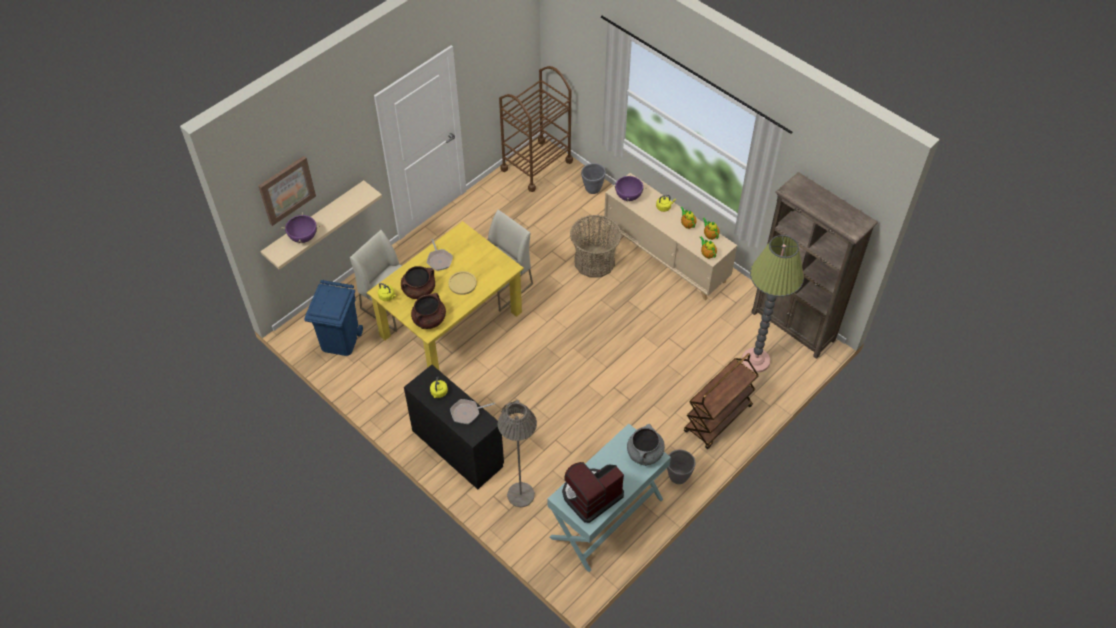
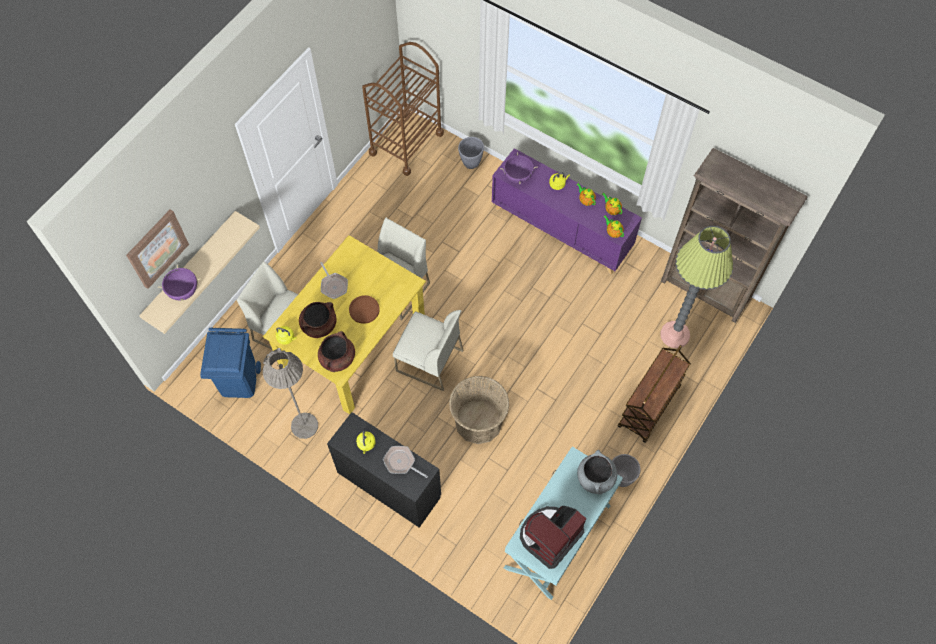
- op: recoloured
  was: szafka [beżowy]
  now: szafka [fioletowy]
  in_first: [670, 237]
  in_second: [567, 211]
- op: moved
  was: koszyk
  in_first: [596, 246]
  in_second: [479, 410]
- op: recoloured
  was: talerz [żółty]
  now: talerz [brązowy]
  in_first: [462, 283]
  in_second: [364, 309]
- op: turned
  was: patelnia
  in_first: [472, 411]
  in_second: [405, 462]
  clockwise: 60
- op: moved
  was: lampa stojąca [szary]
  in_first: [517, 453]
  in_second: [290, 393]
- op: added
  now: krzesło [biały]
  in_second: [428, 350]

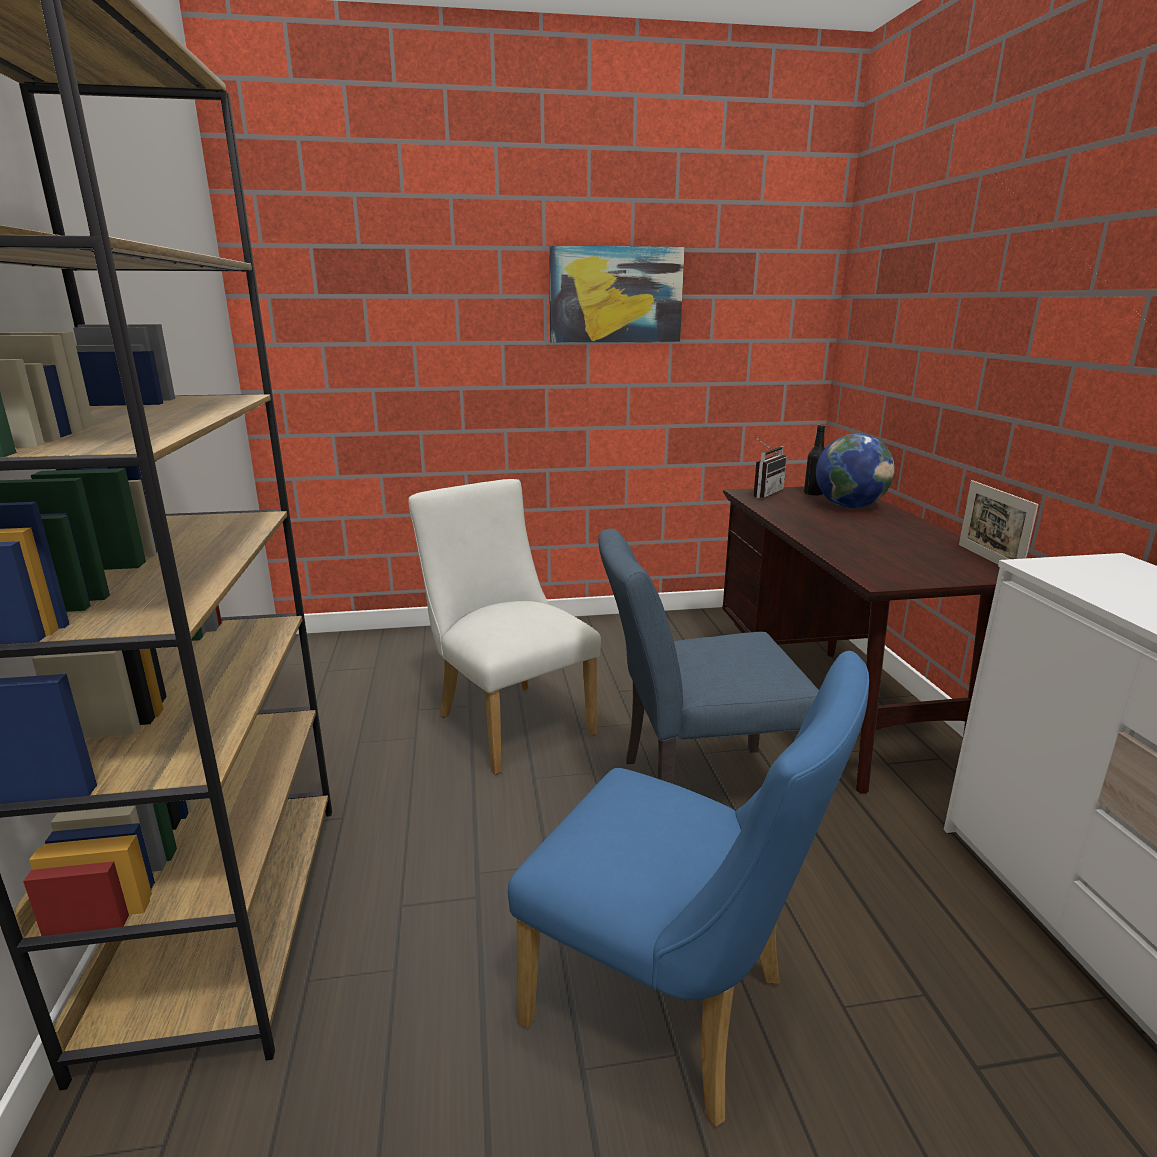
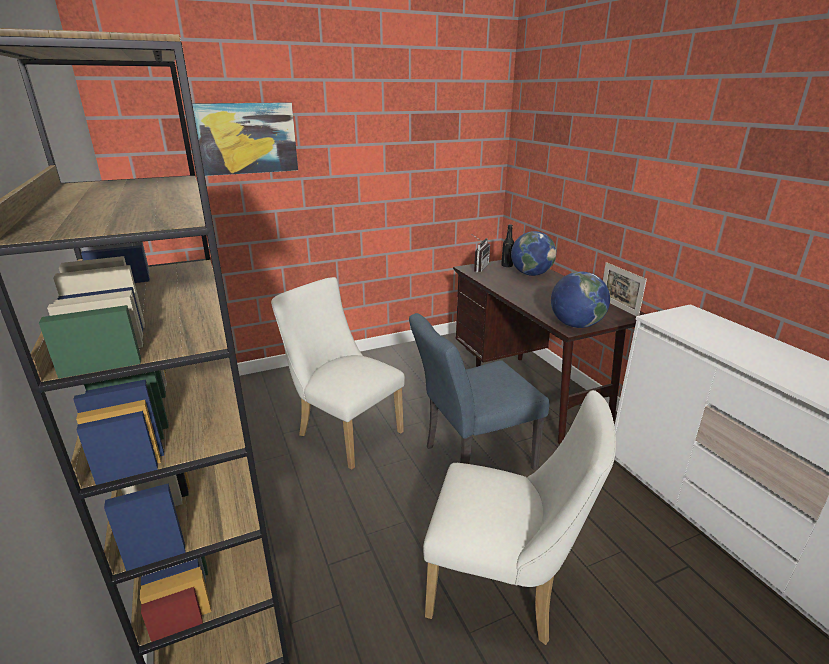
- op: moved
  was: obraz
  in_first: [617, 294]
  in_second: [245, 139]
- op: recoloured
  was: krzesło [niebieski]
  now: krzesło [biały]
  in_first: [688, 889]
  in_second: [519, 517]
- op: added
  now: globus
  in_second: [580, 299]

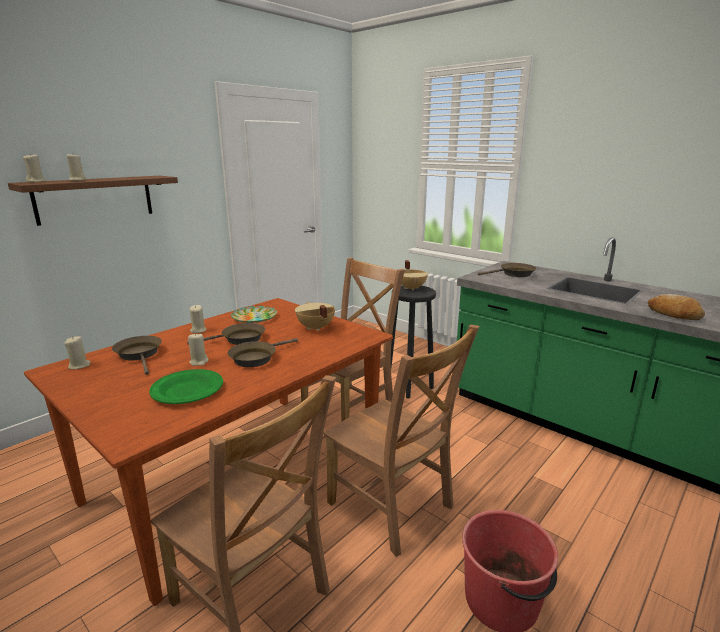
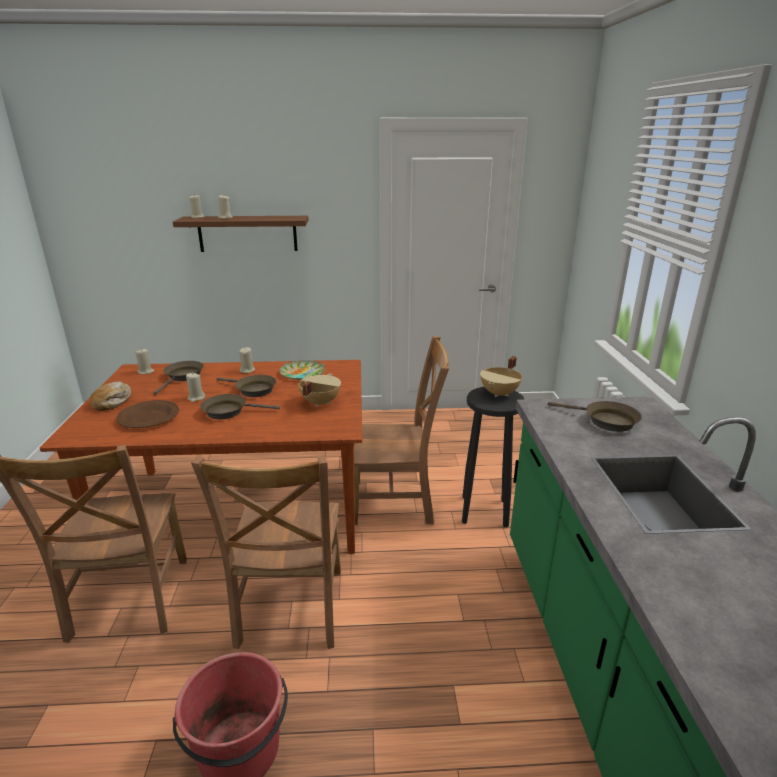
- op: moved
  was: chleb
  in_first: [676, 307]
  in_second: [110, 396]
- op: recoloured
  was: talerz [zielony]
  now: talerz [brązowy]
  in_first: [186, 386]
  in_second: [147, 414]

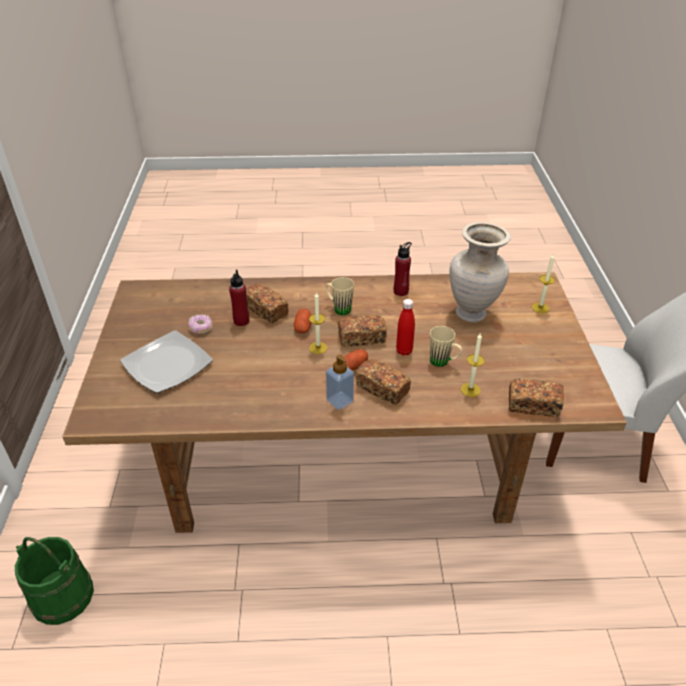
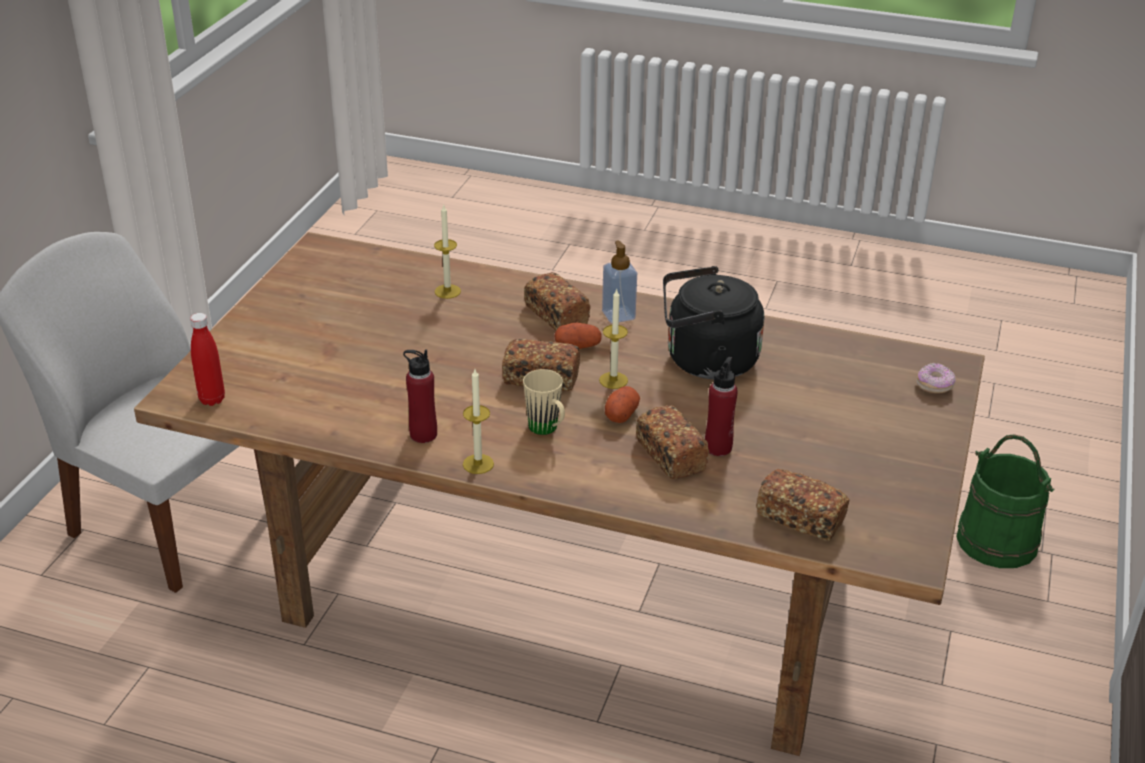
- op: removed
  was: wazon [beżowy]
  in_first: [480, 272]
- op: moved
  was: świeca
  in_first: [543, 283]
  in_second: [478, 421]
- op: moved
  was: butelka [czerwony]
  in_first: [405, 327]
  in_second: [207, 359]
- op: moved
  was: donut
  in_first: [201, 324]
  in_second: [936, 378]
- op: removed
  was: kubek [beżowy]
  in_first: [446, 346]
- op: removed
  was: talerz
  in_first: [166, 362]
- op: moved
  was: chleb
  in_first: [536, 398]
  in_second: [803, 505]
- op: added
  now: czajnik [czarny]
  in_second: [713, 323]

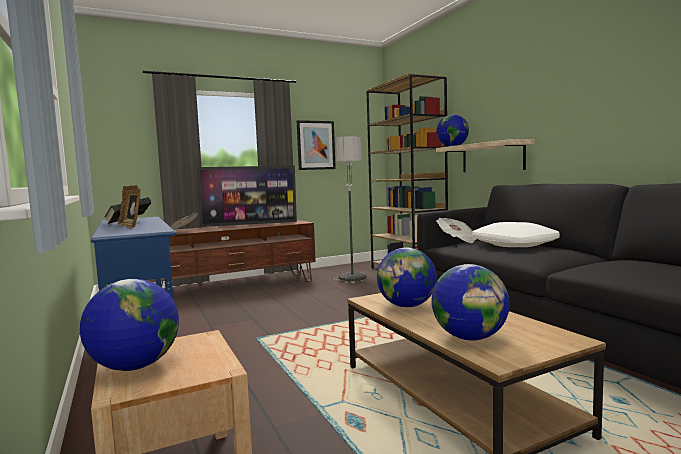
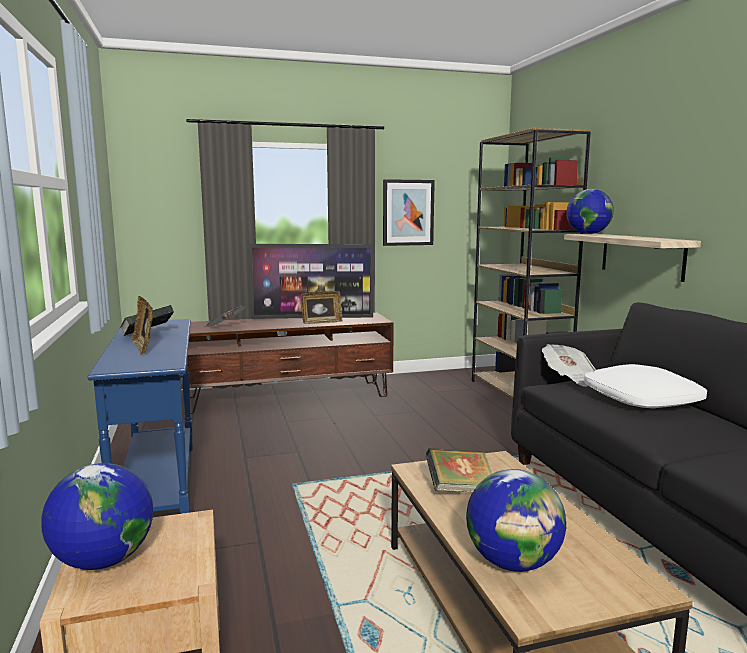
- op: removed
  was: lampa stojąca
  in_first: [350, 209]
- op: replaced
  was: globus
  now: książka
  in_first: [407, 277]
  in_second: [459, 470]
- op: added
  now: ramka na zdjęcie
  in_second: [322, 307]

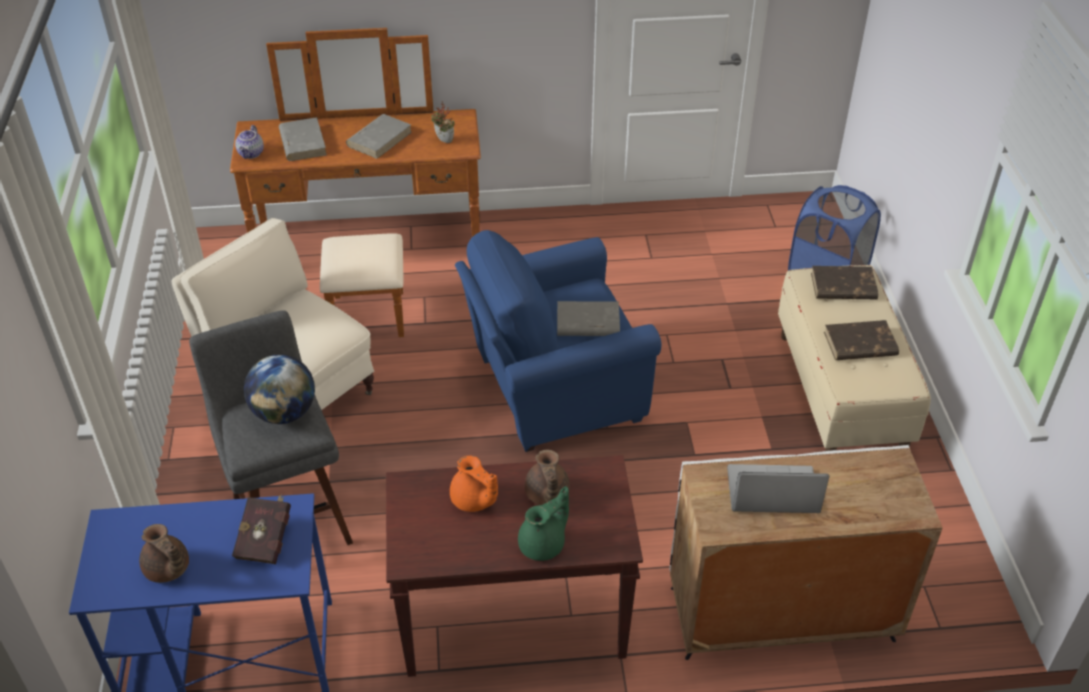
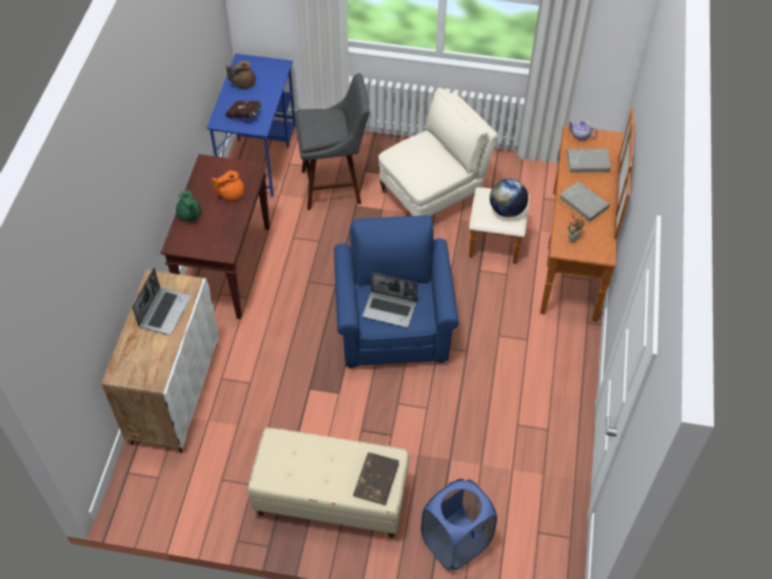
- op: replaced
  was: książka [szary]
  now: laptop
  in_first: [588, 318]
  in_second: [390, 300]
- op: removed
  was: książka [brązowy]
  in_first: [861, 340]
- op: moved
  was: globus
  in_first: [279, 389]
  in_second: [509, 198]
- op: removed
  was: imbryk [brązowy]
  in_first: [547, 477]

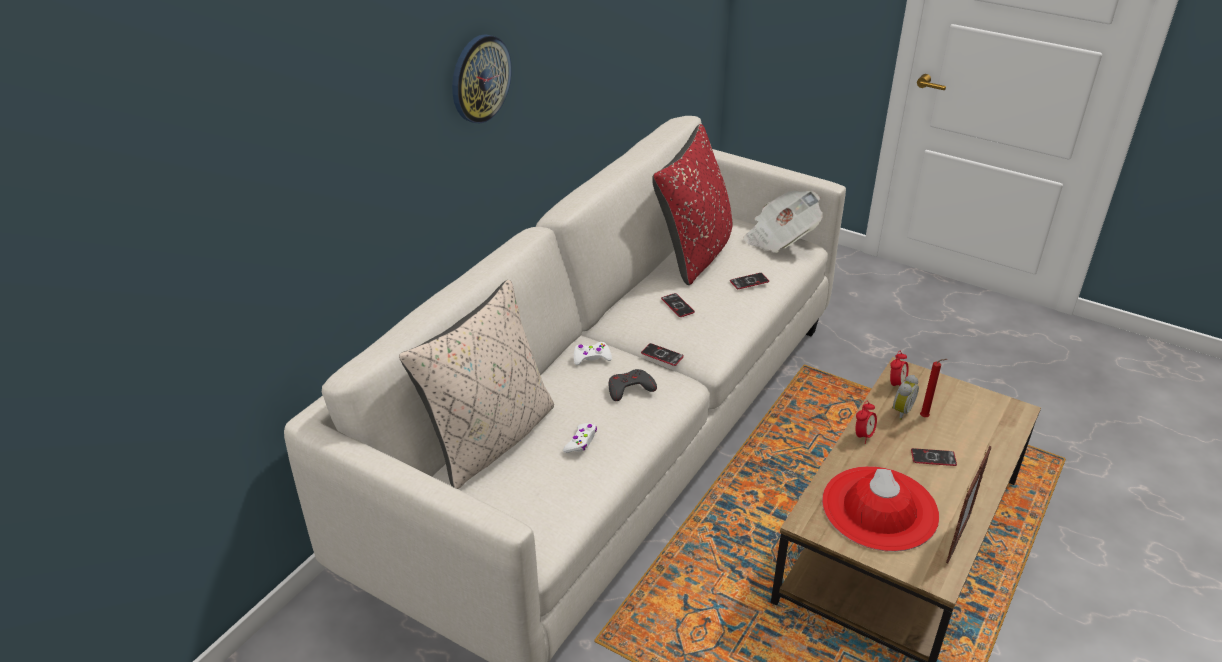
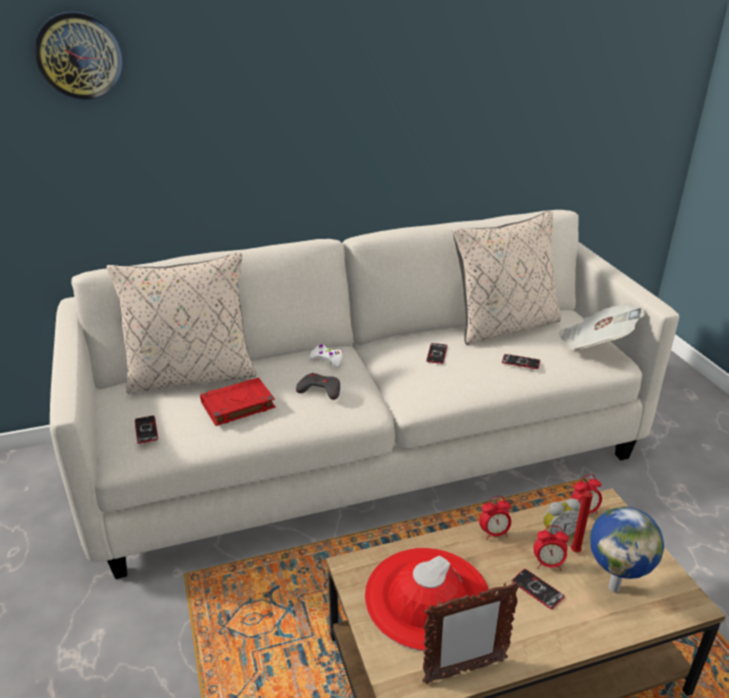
- op: moved
  was: zegar ścienny
  in_first: [482, 78]
  in_second: [78, 55]
- op: recoloured
  was: poduszka [czerwony]
  now: poduszka [beżowy]
  in_first: [692, 204]
  in_second: [507, 278]
- op: moved
  was: telefon
  in_first: [662, 354]
  in_second: [146, 429]
- op: replaced
  was: pad do gier [biały]
  now: książka [czerwony]
  in_first: [580, 438]
  in_second: [237, 401]
- op: added
  now: globus
  in_second: [627, 549]
- op: added
  now: budzik
  in_second: [551, 548]

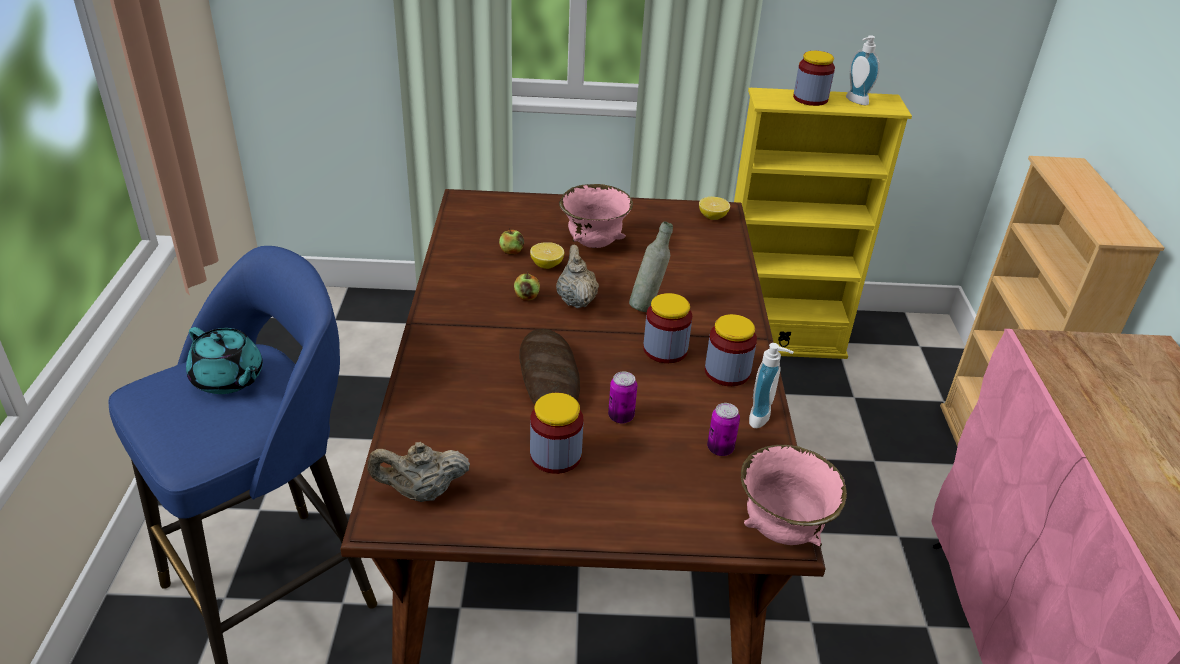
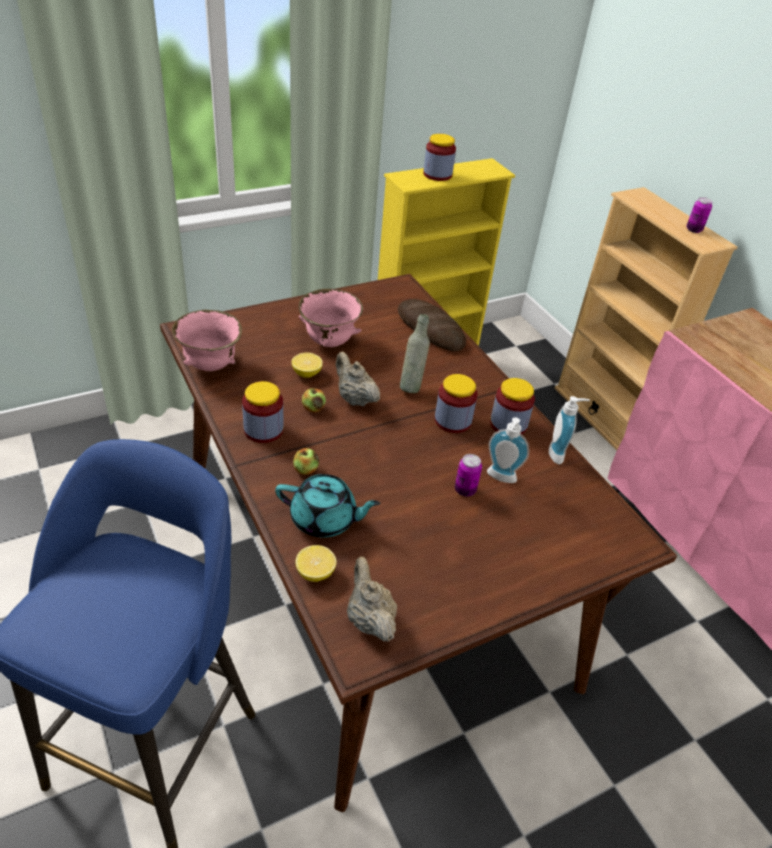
- op: moved
  was: dozownik mydła
  in_first: [863, 70]
  in_second: [508, 450]
- op: moved
  was: cytryna
  in_first: [714, 208]
  in_second: [316, 563]
- op: moved
  was: jabłko
  in_first: [511, 241]
  in_second: [306, 461]
- op: moved
  was: imbryk [turkusowy]
  in_first: [224, 360]
  in_second: [328, 506]
- op: moved
  was: chleb
  in_first: [549, 367]
  in_second: [432, 325]
- op: moved
  was: słoik
  in_first: [556, 433]
  in_second: [263, 412]
- op: moved
  was: puszka
  in_first: [723, 429]
  in_second: [699, 215]
- op: turned
  was: imbryk [beżowy]
  in_first: [419, 472]
  in_second: [372, 599]
  clockwise: 105
- op: moved
  was: miska [różowy]
  in_first: [794, 495]
  in_second: [207, 340]

